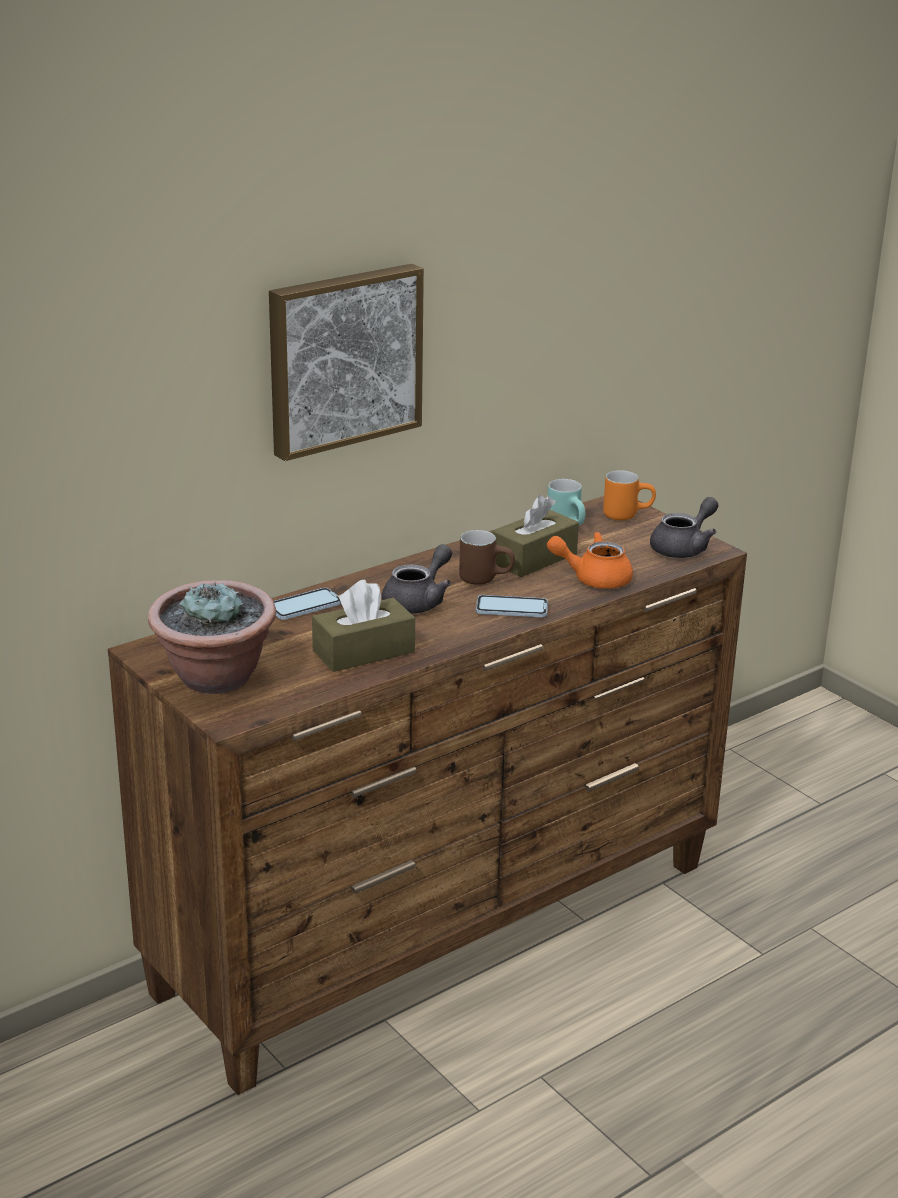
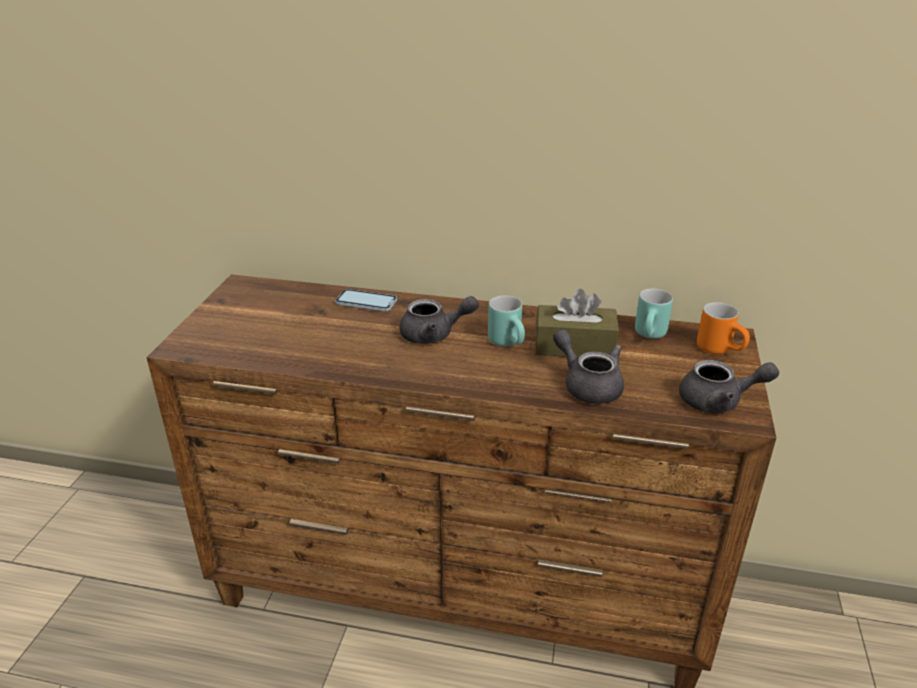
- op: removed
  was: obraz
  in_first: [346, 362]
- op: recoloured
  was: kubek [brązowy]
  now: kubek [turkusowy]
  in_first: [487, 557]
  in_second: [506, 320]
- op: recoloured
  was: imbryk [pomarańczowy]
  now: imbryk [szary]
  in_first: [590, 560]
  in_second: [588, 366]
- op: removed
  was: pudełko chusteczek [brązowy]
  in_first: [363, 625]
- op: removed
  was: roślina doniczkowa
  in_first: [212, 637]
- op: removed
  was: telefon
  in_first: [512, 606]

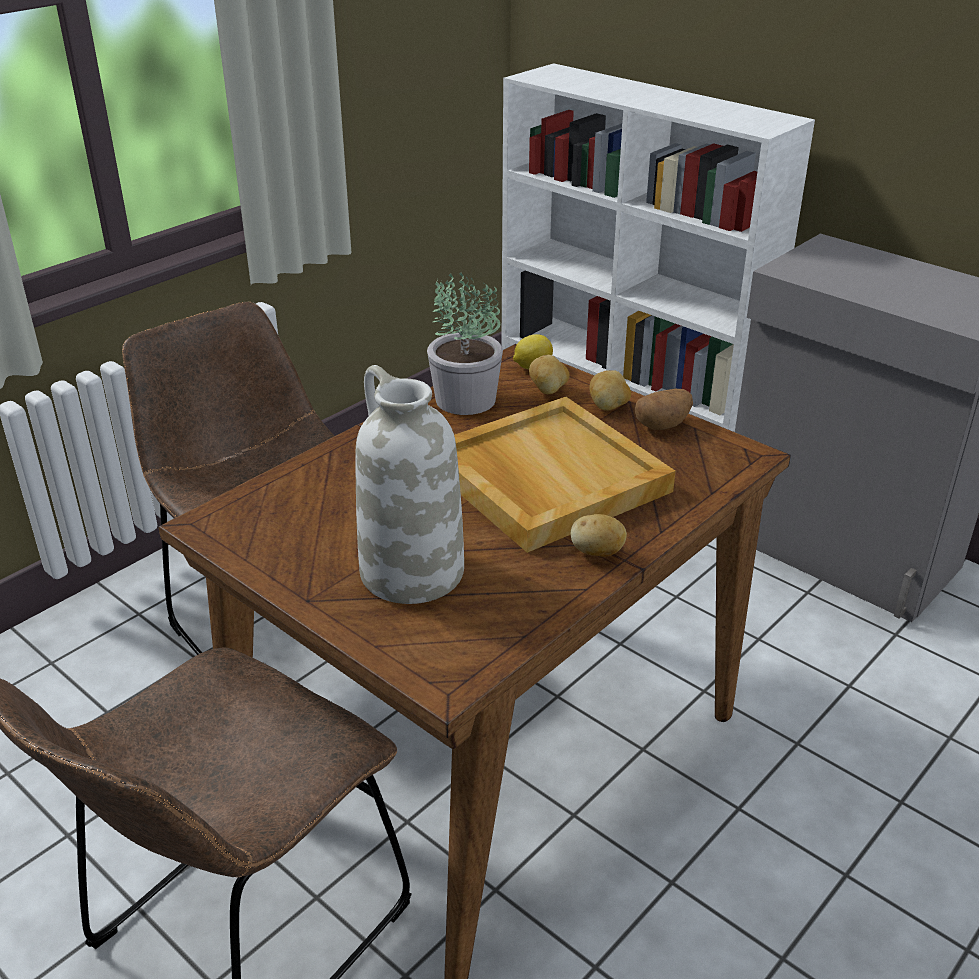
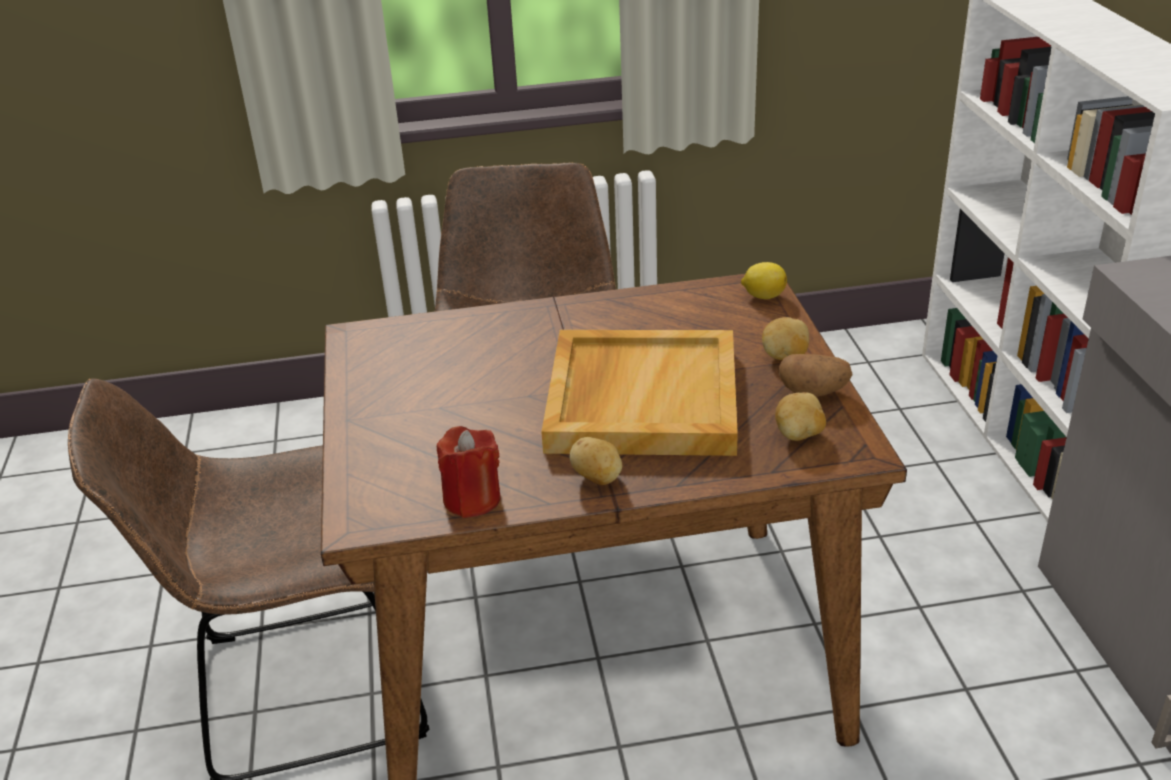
- op: removed
  was: roślina doniczkowa
  in_first: [465, 343]
- op: moved
  was: ziemniak
  in_first: [549, 374]
  in_second: [800, 416]
- op: removed
  was: wazon [biały]
  in_first: [409, 484]
- op: added
  now: świeca [czerwony]
  in_second: [469, 472]

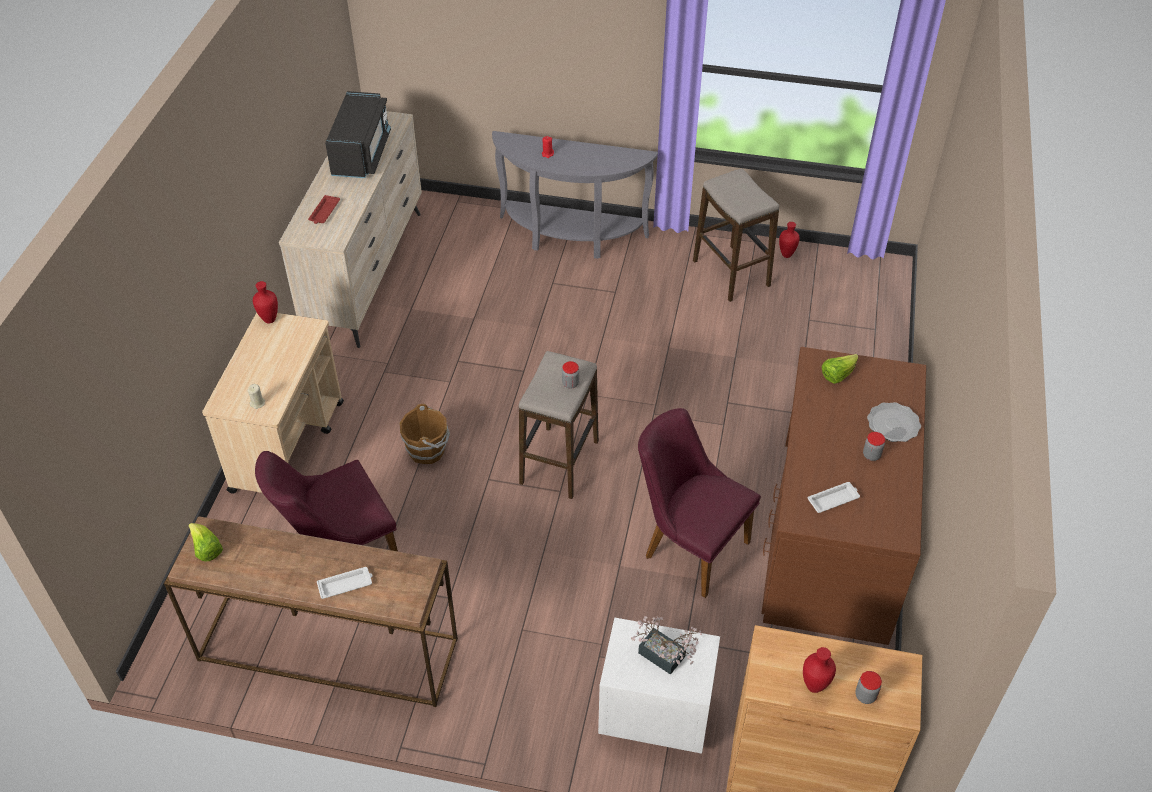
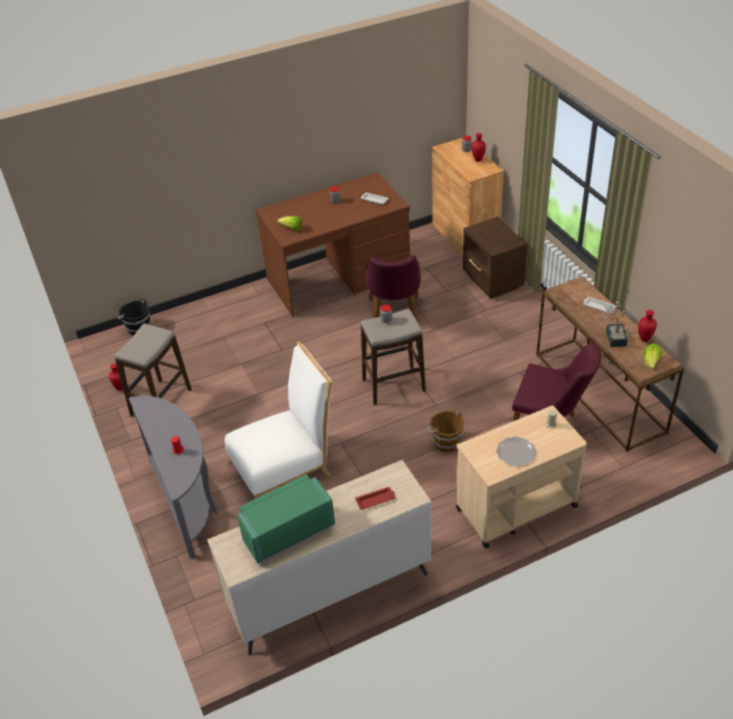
- op: recoloured
  was: mikrofalówka [czarny]
  now: mikrofalówka [zielony]
  in_first: [358, 134]
  in_second: [286, 519]
- op: moved
  was: wazon [czerwony]
  in_first: [265, 302]
  in_second: [647, 326]
- op: moved
  was: talerz
  in_first: [894, 422]
  in_second: [516, 452]
- op: moved
  was: roślina doniczkowa
  in_first: [666, 645]
  in_second: [617, 324]
- op: recoloured
  was: szafka nocna [biały]
  now: szafka nocna [brązowy]
  in_first: [659, 686]
  in_second: [495, 258]
- op: added
  now: wiadro [czarny]
  in_second: [134, 317]
- op: added
  now: krzesło [biały]
  in_second: [278, 420]

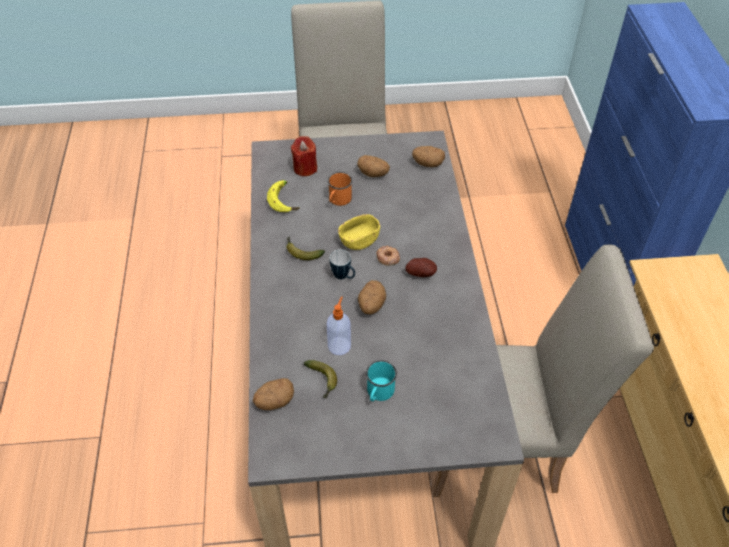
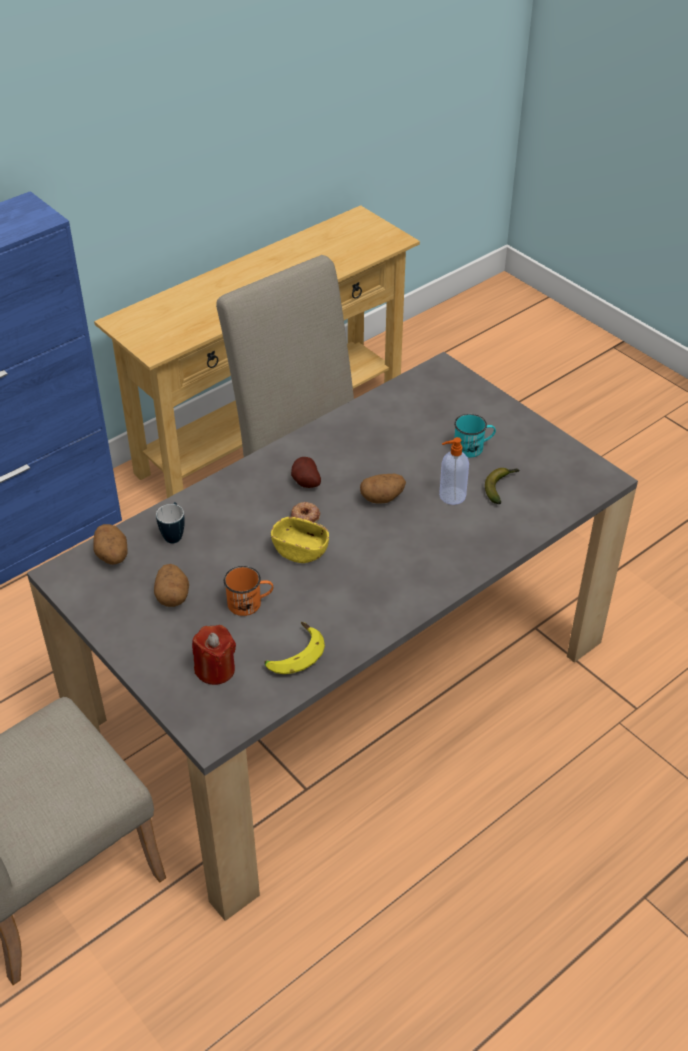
- op: removed
  was: banan
  in_first: [305, 248]
- op: moved
  was: kubek
  in_first: [342, 264]
  in_second: [170, 523]
- op: removed
  was: ziemniak
  in_first: [273, 394]

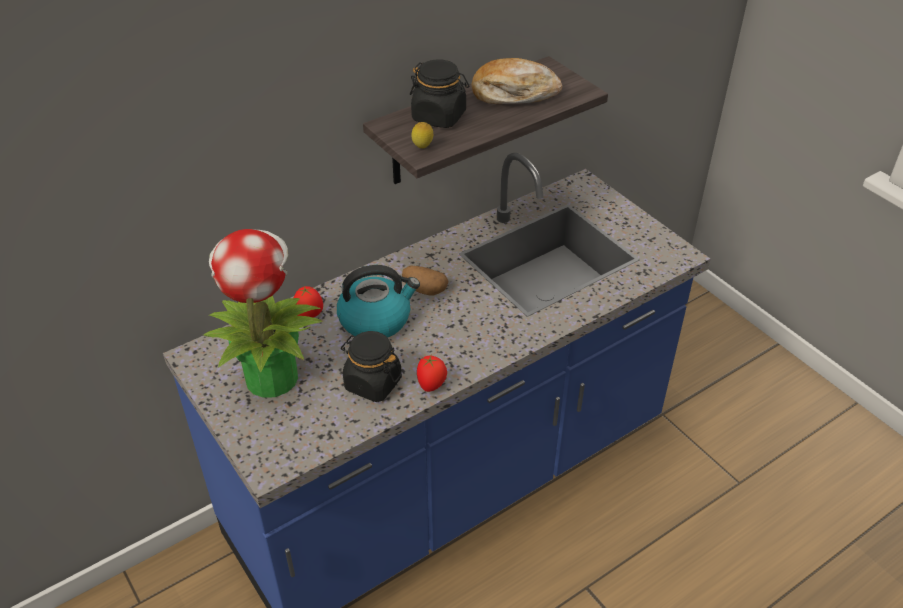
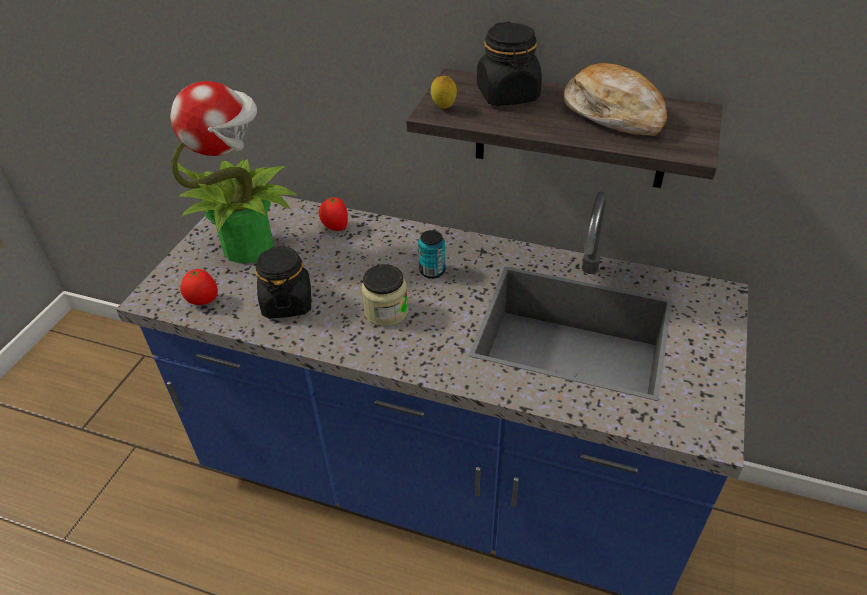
- op: removed
  was: czajnik
  in_first: [378, 301]
- op: replaced
  was: ziemniak
  now: puszka
  in_first: [425, 280]
  in_second: [431, 254]
- op: moved
  was: pomidor
  in_first: [432, 374]
  in_second: [199, 286]
- op: added
  now: słoik
  in_second: [384, 295]

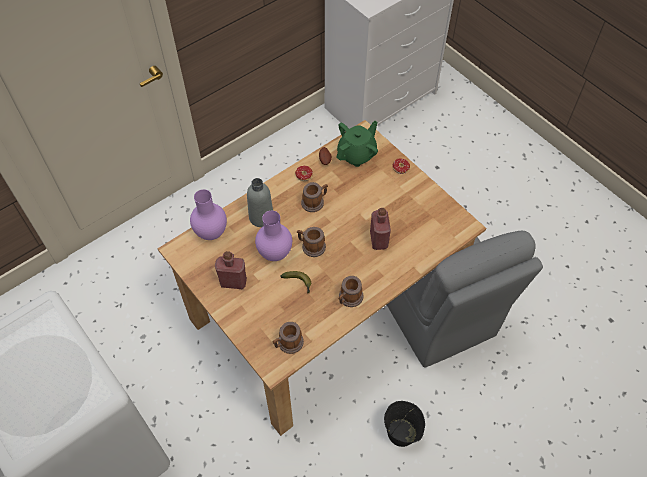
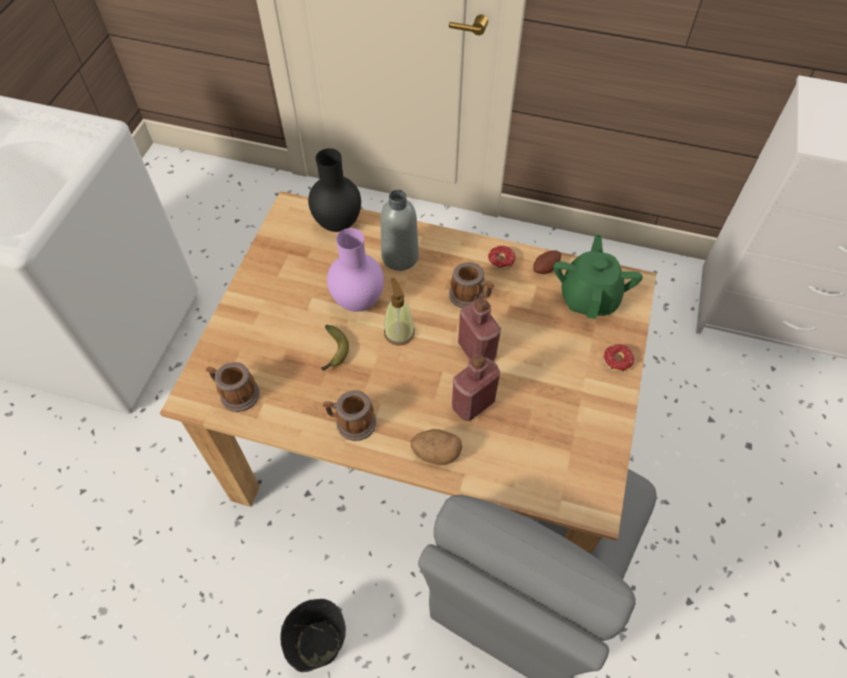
- op: turned
  was: imbryk [zielony]
  in_first: [357, 144]
  in_second: [598, 276]
  clockwise: -90
- op: recoloured
  was: wazon [fioletowy]
  now: wazon [czarny]
  in_first: [208, 214]
  in_second: [334, 190]
- op: replaced
  was: kubek
  now: dozownik mydła
  in_first: [311, 242]
  in_second: [399, 311]
- op: moved
  was: butelka [czerwony]
  in_first: [231, 270]
  in_second: [479, 329]
- op: added
  now: ziemniak
  in_second: [436, 447]

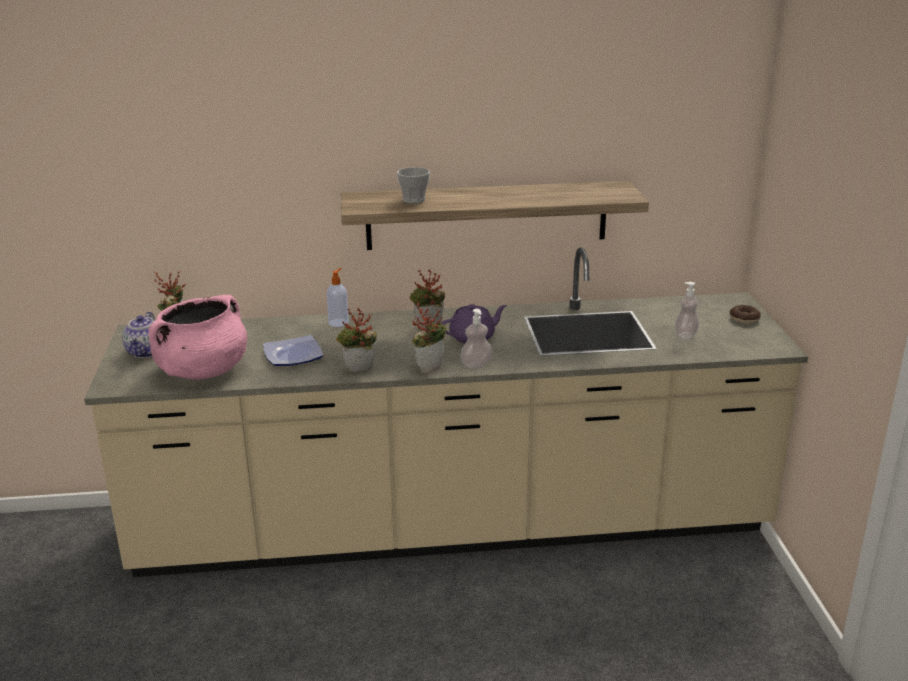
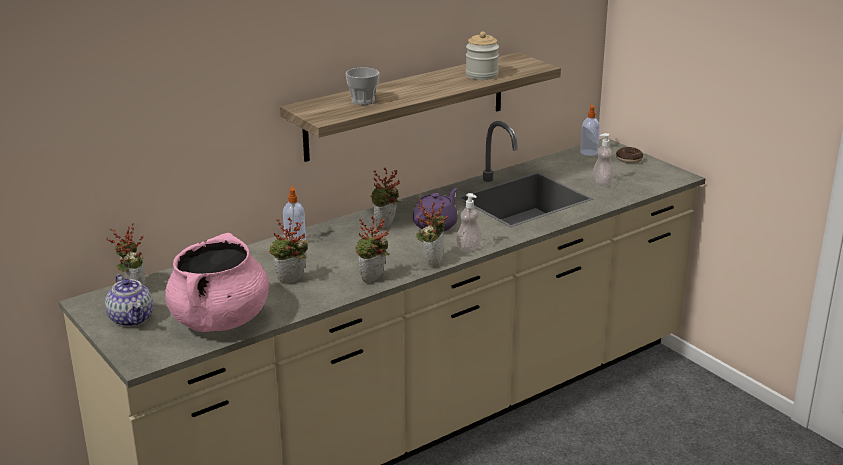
- op: replaced
  was: talerz
  now: roślina doniczkowa
  in_first: [293, 350]
  in_second: [288, 250]
- op: added
  now: słoik
  in_second: [482, 56]
- op: added
  now: dozownik mydła
  in_second: [590, 129]

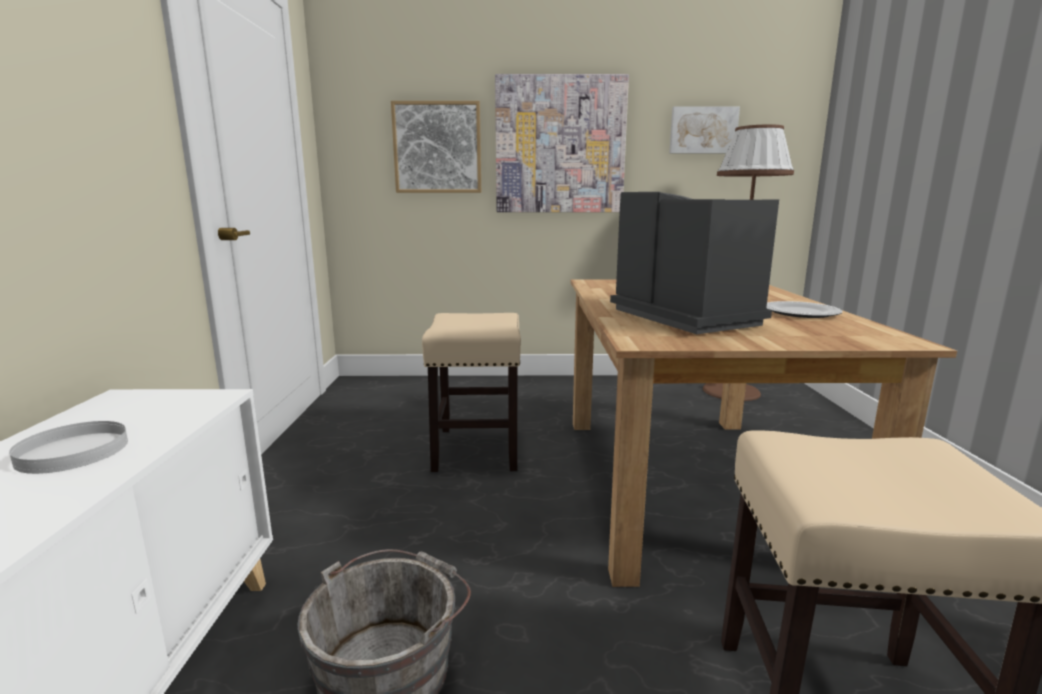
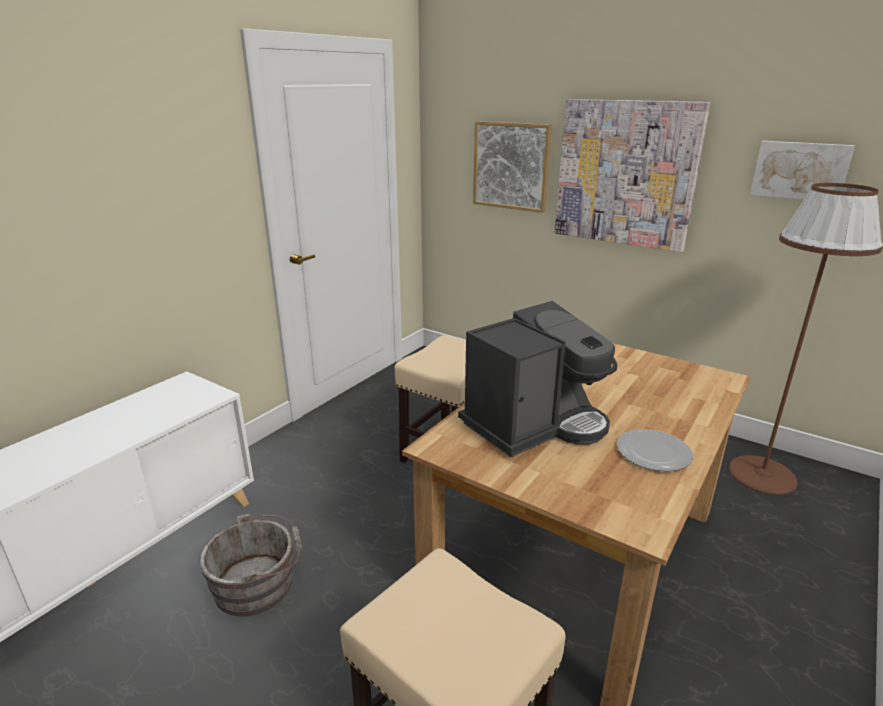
- op: turned
  was: ekspres do kawy
  in_first: [694, 263]
  in_second: [537, 379]
  clockwise: 45
- op: removed
  was: talerz [biały]
  in_first: [68, 447]

